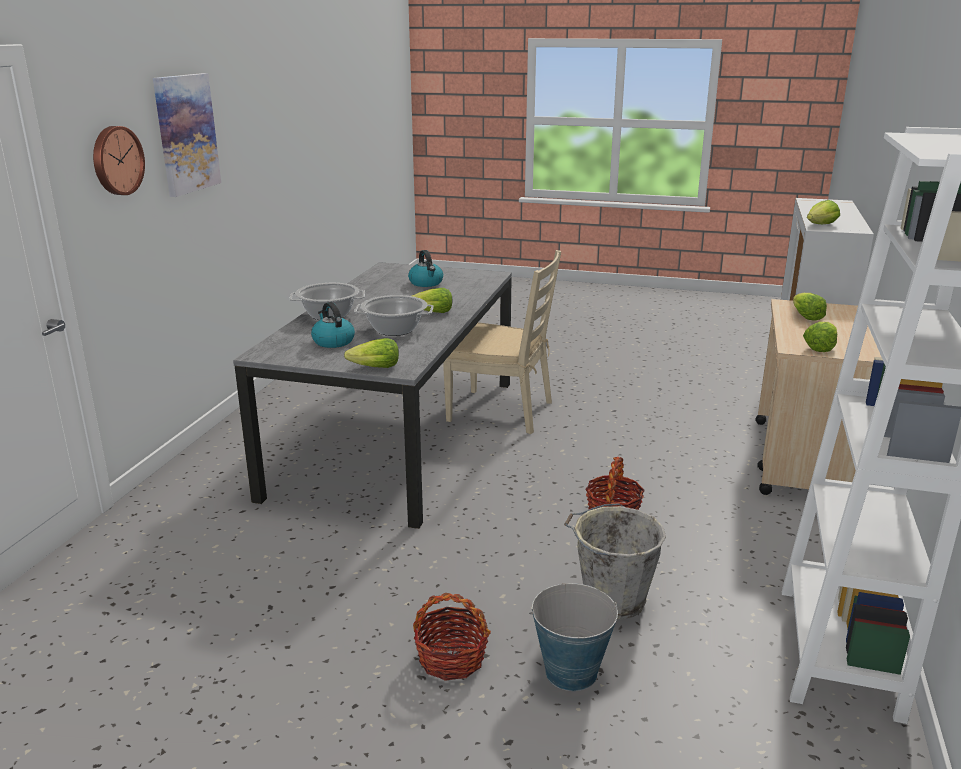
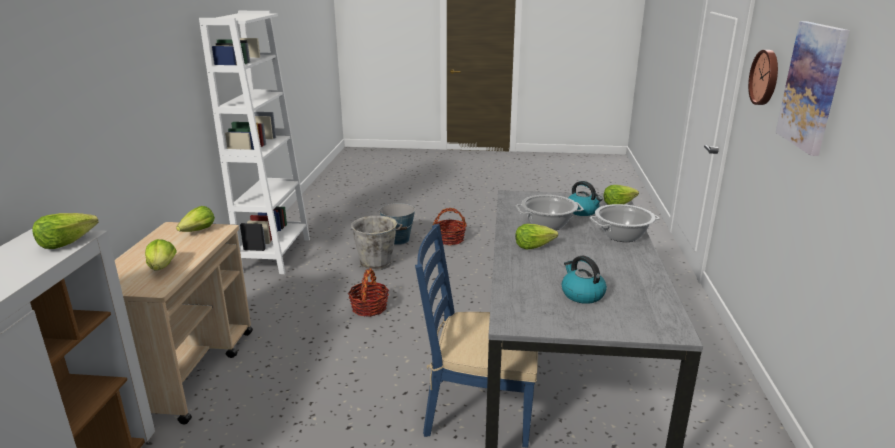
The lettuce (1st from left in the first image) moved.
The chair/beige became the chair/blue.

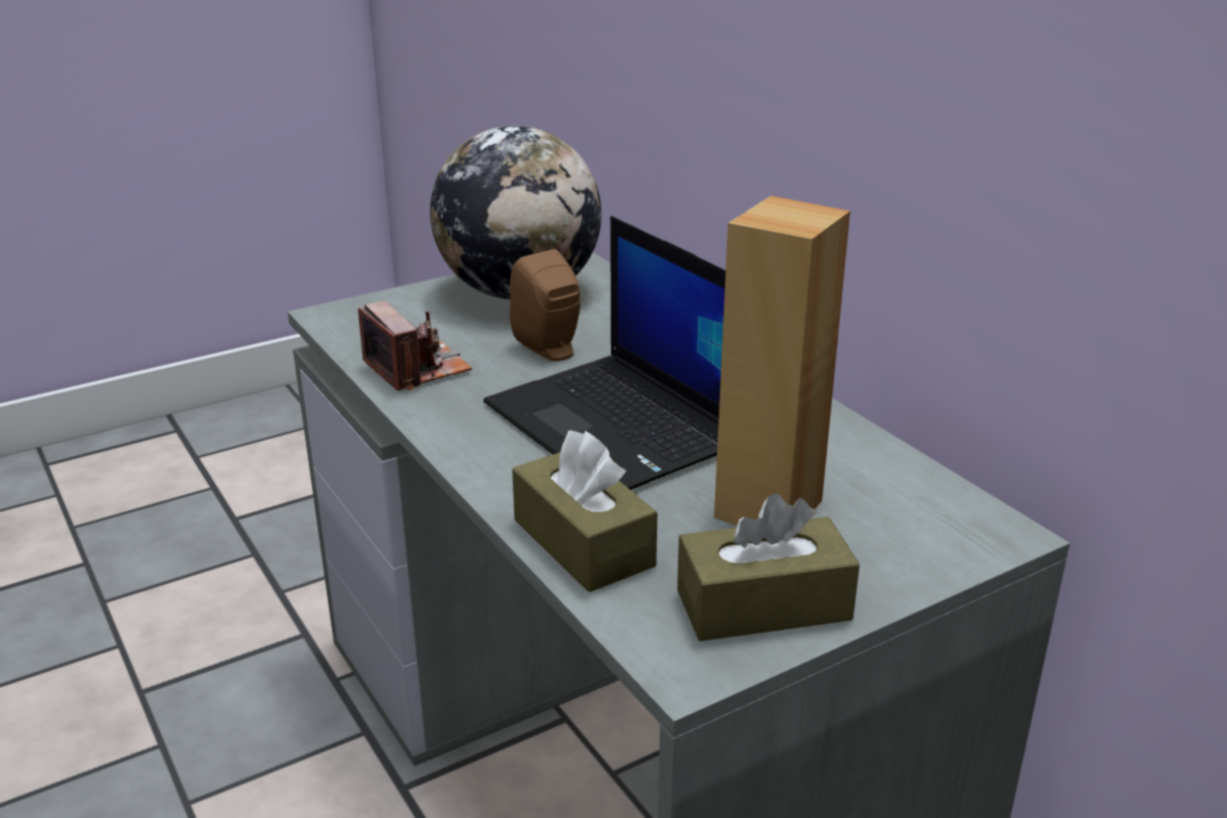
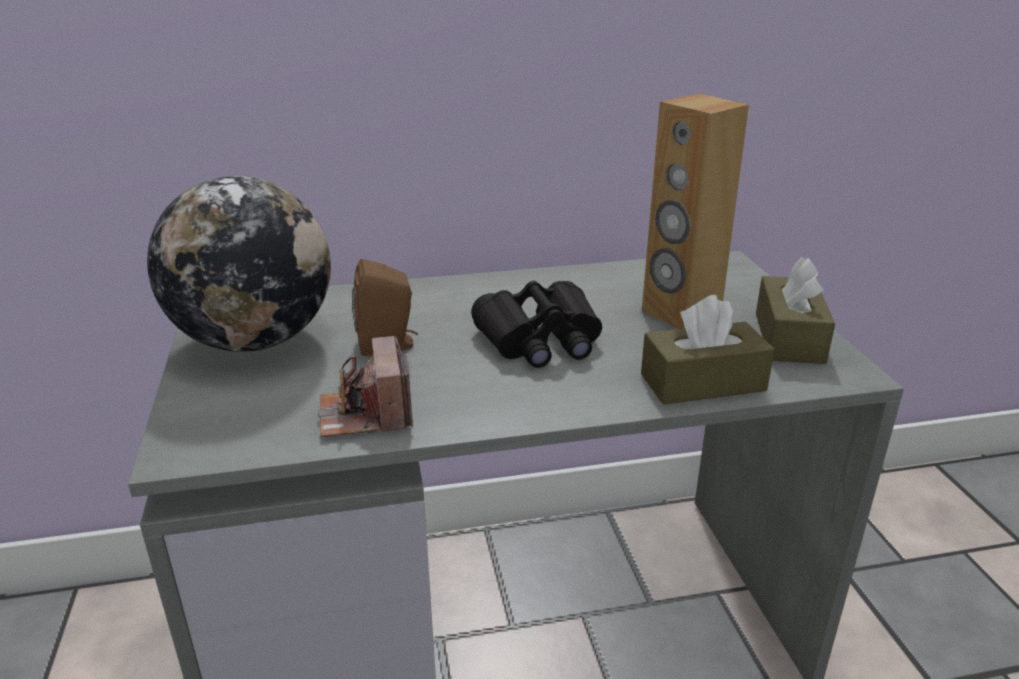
The laptop was replaced by the binoculars/black.
The photo camera turned 90 degrees counterclockwise.

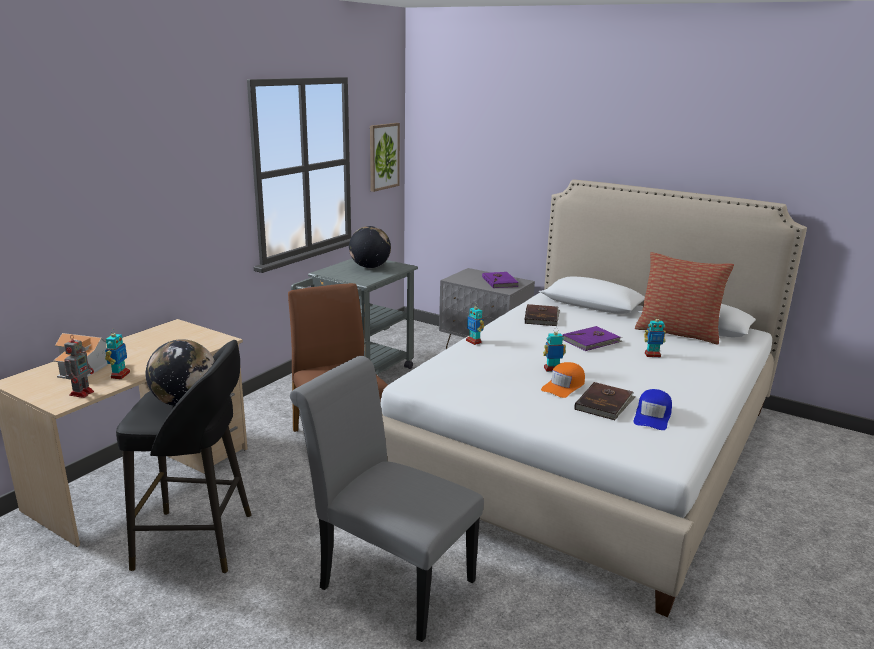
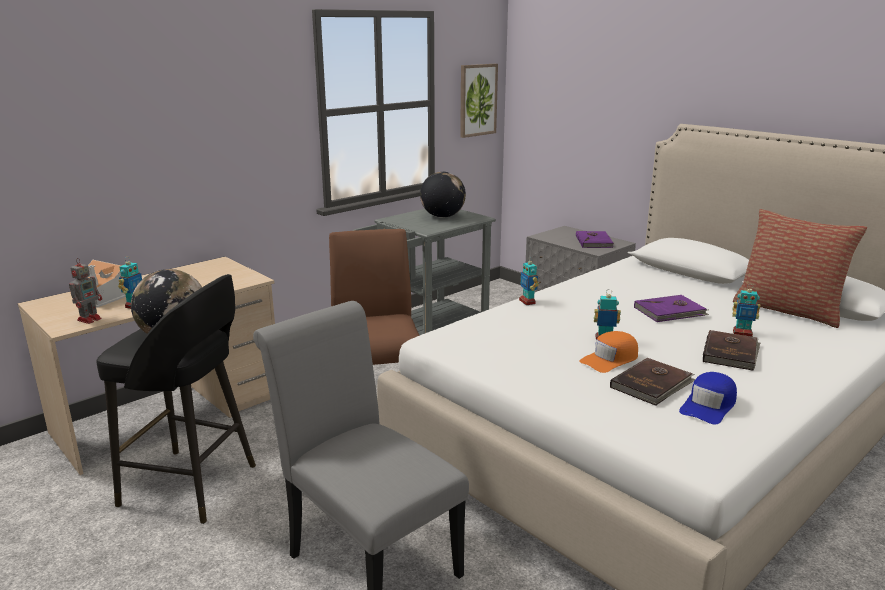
The book/brown (1st from left in the first image) moved.

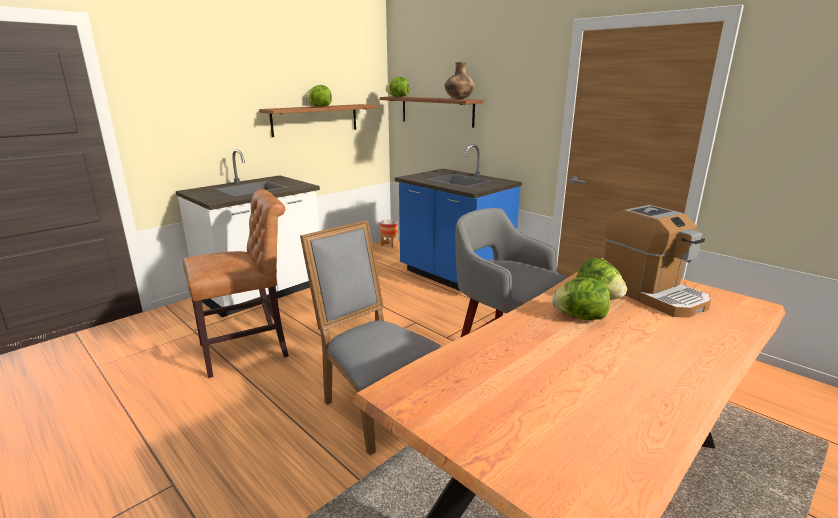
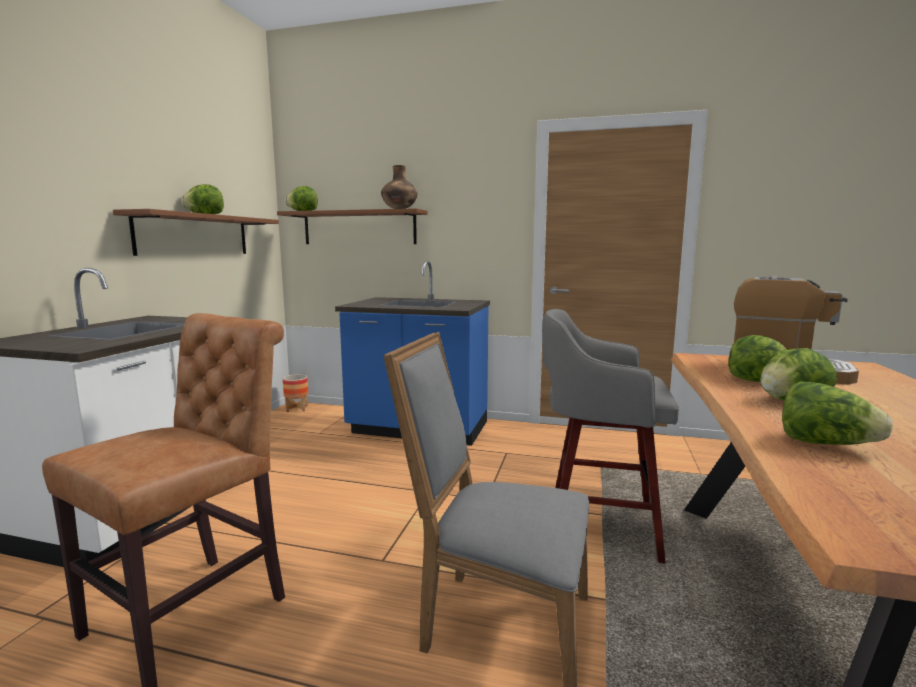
The lettuce (5th from left) appeared.

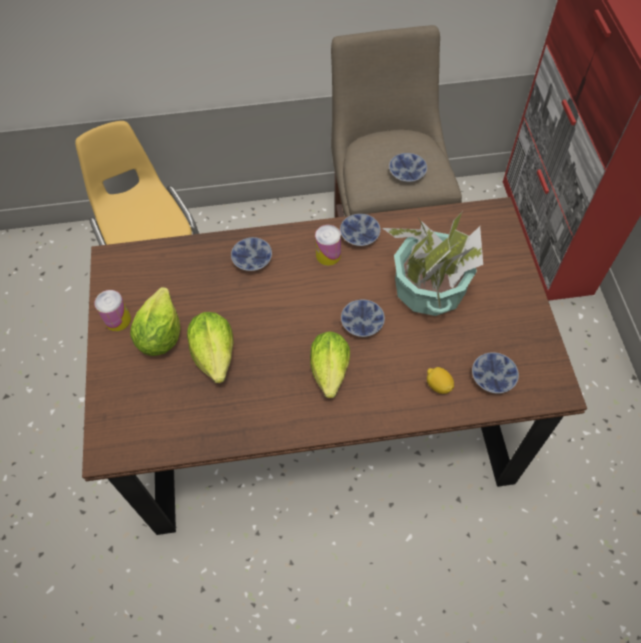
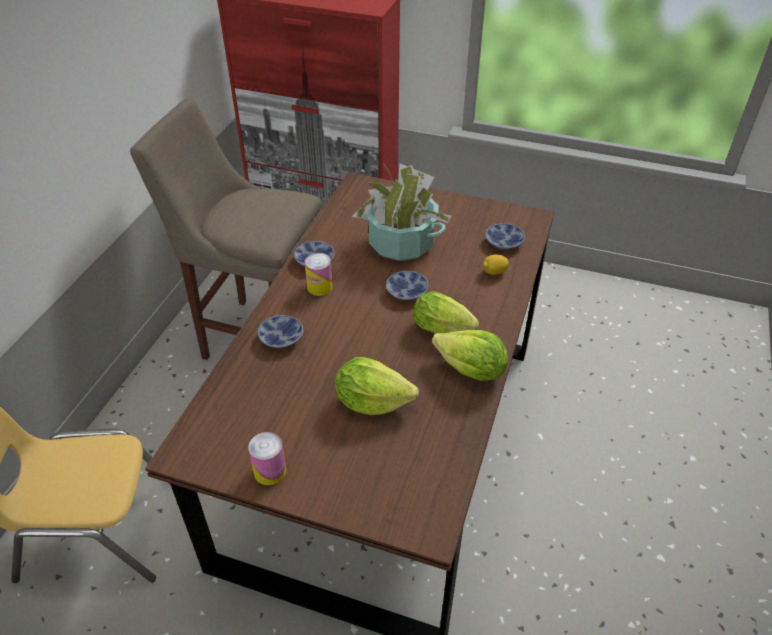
The bowl (4th from left) disappeared.
The lettuce (1st from left in the first image) moved.

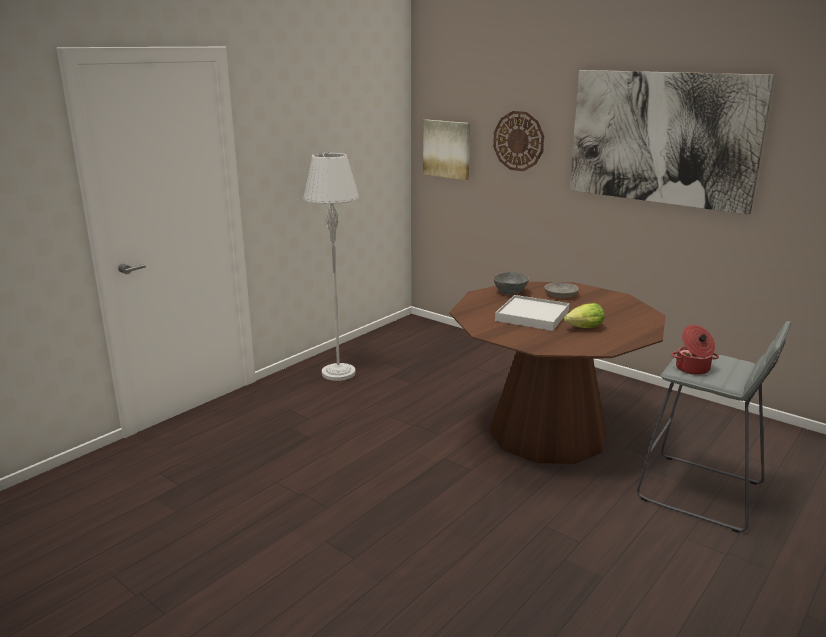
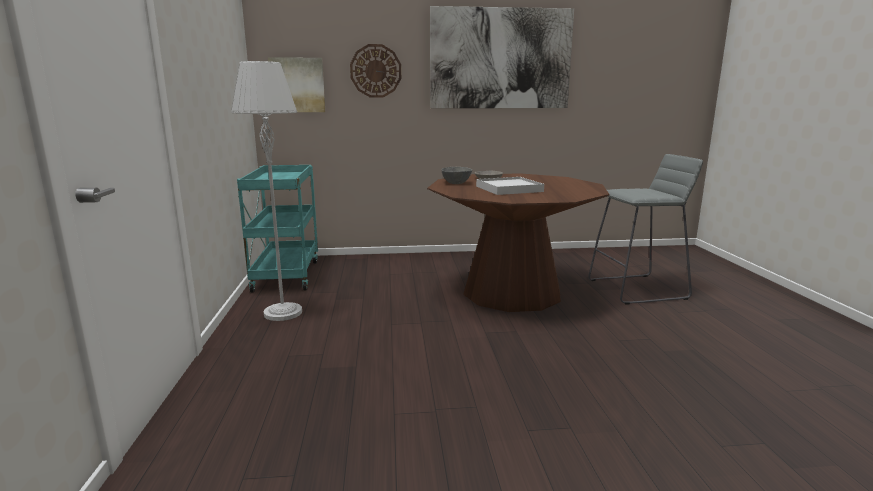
The lettuce disappeared.
The cooking pot disappeared.
The cart/turquoise appeared.

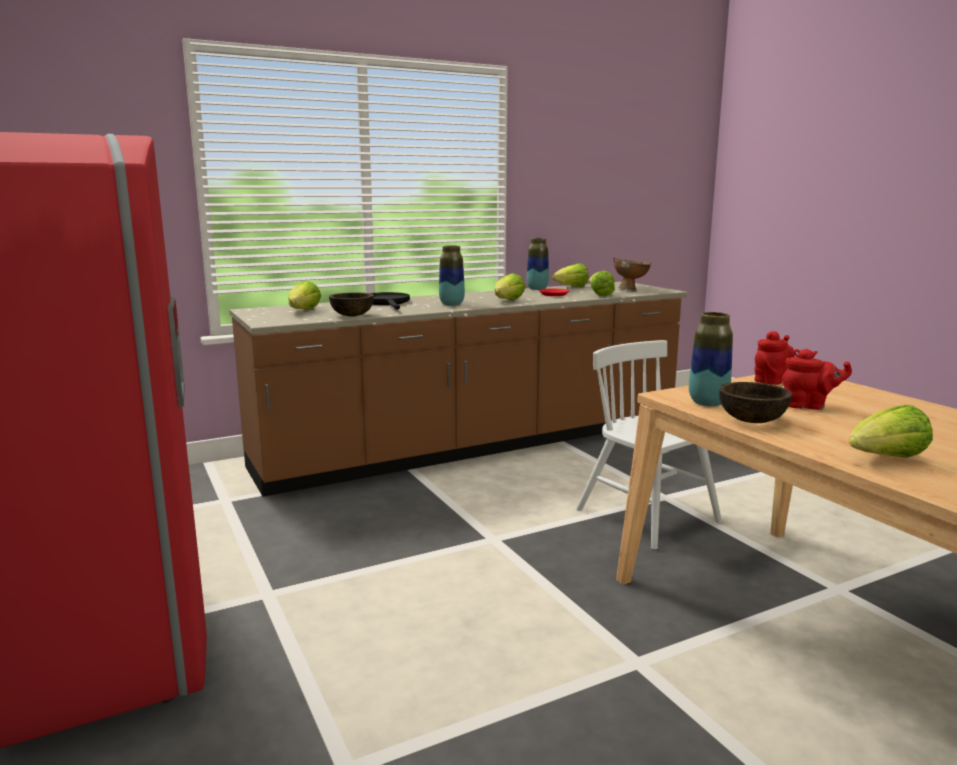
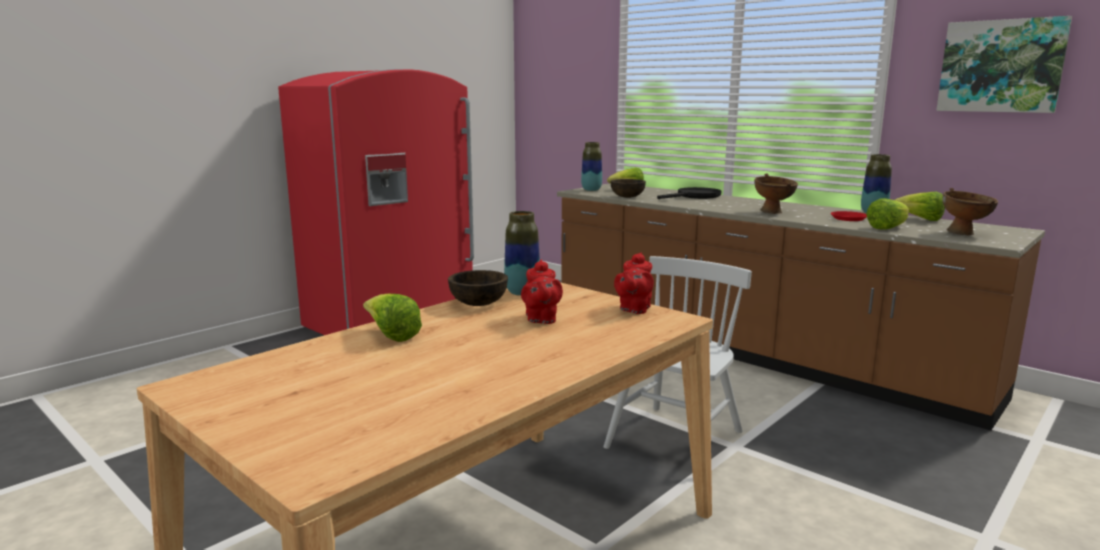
The picture appeared.
The vase (1st from left in the first image) moved.
The lettuce (2nd from left) was replaced by the bowl/brown (3rd from left).
The teapot/red (1st from left in the first image) turned 90 degrees clockwise.

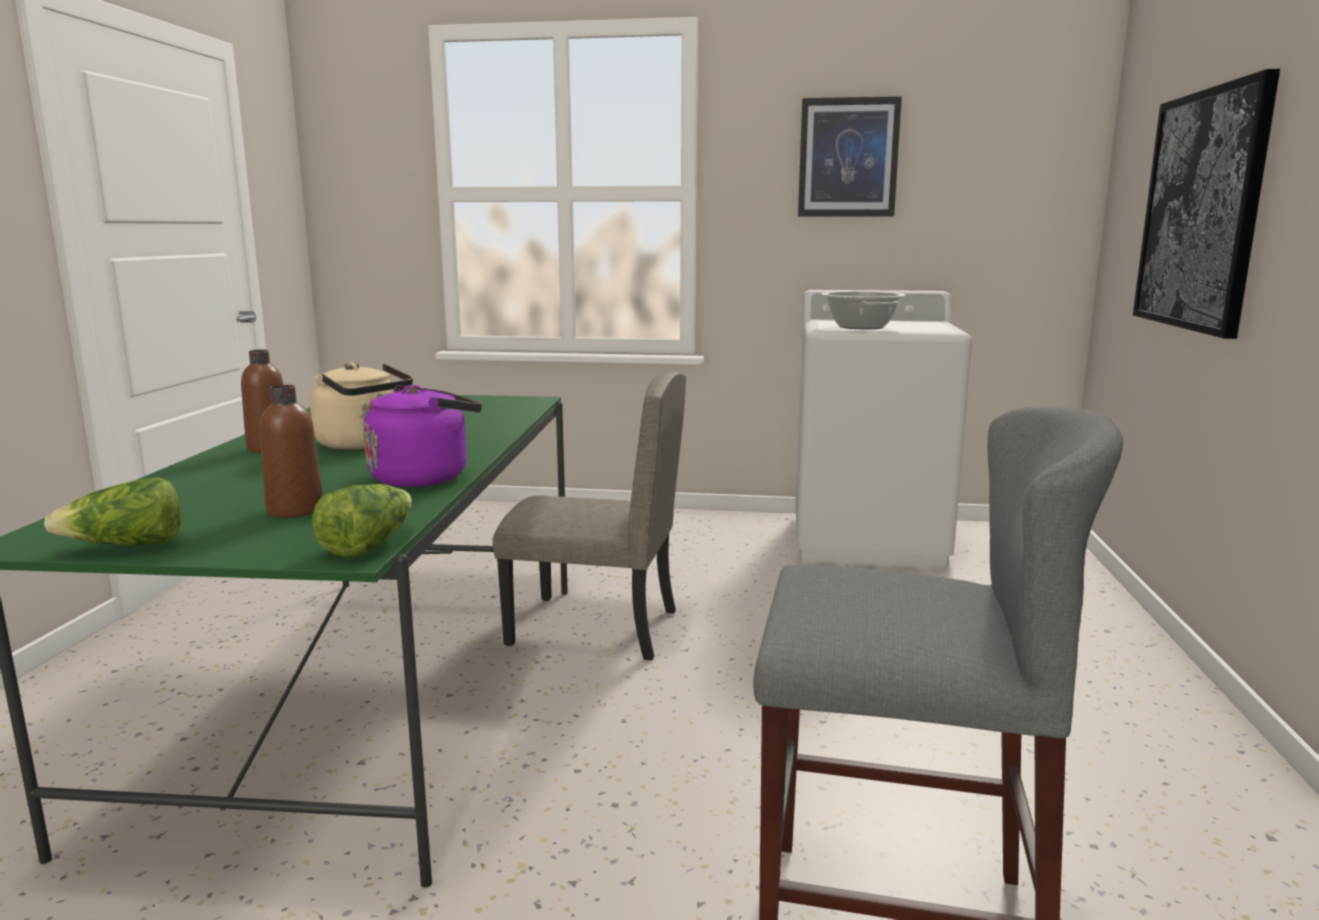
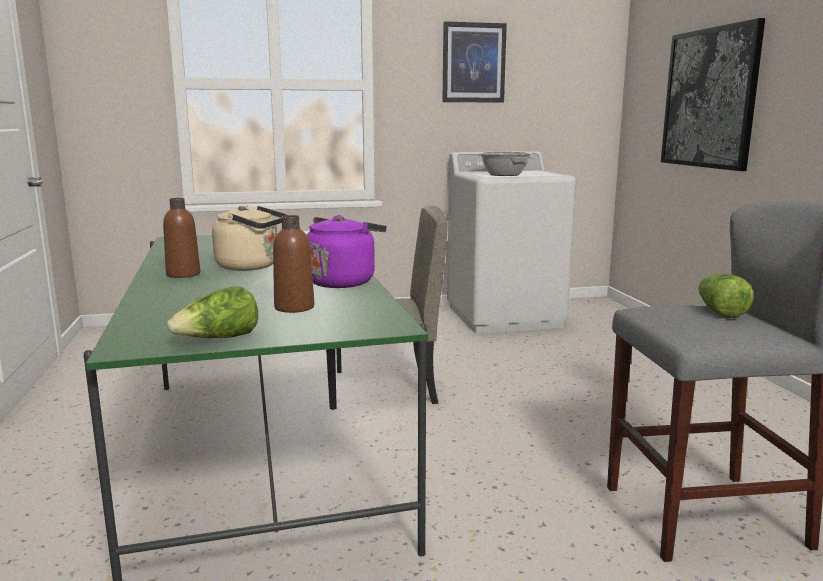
The lettuce (2nd from left) moved.

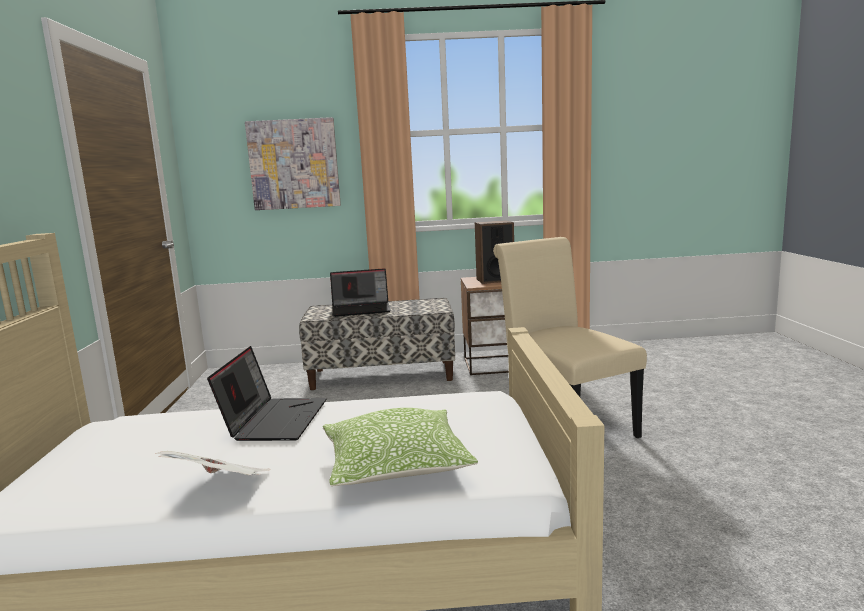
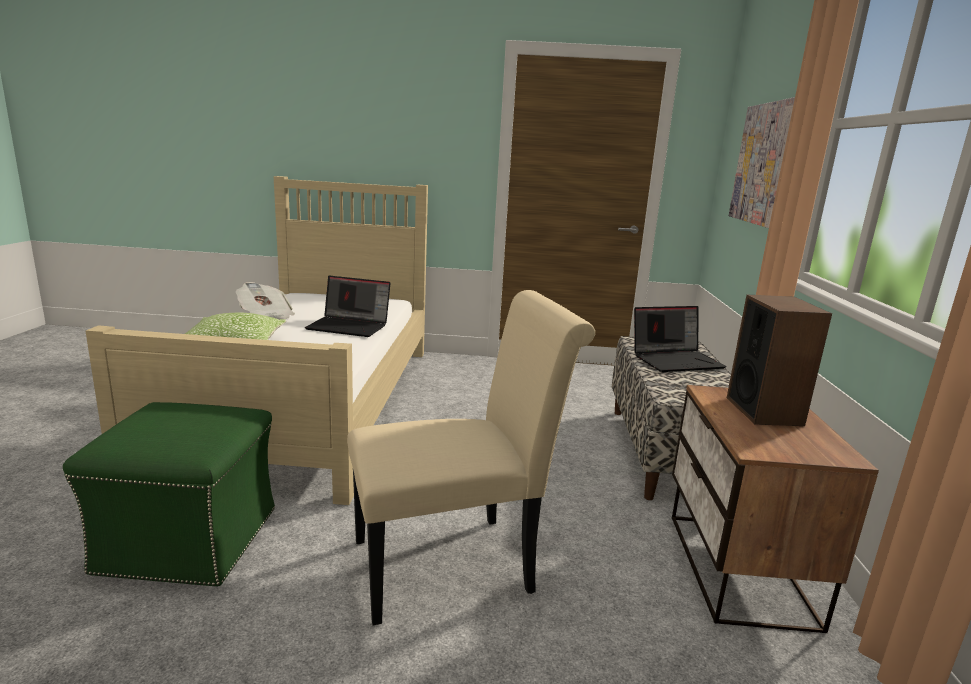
The ottoman/green appeared.
The laptop (2nd from left) turned 105 degrees counterclockwise.

